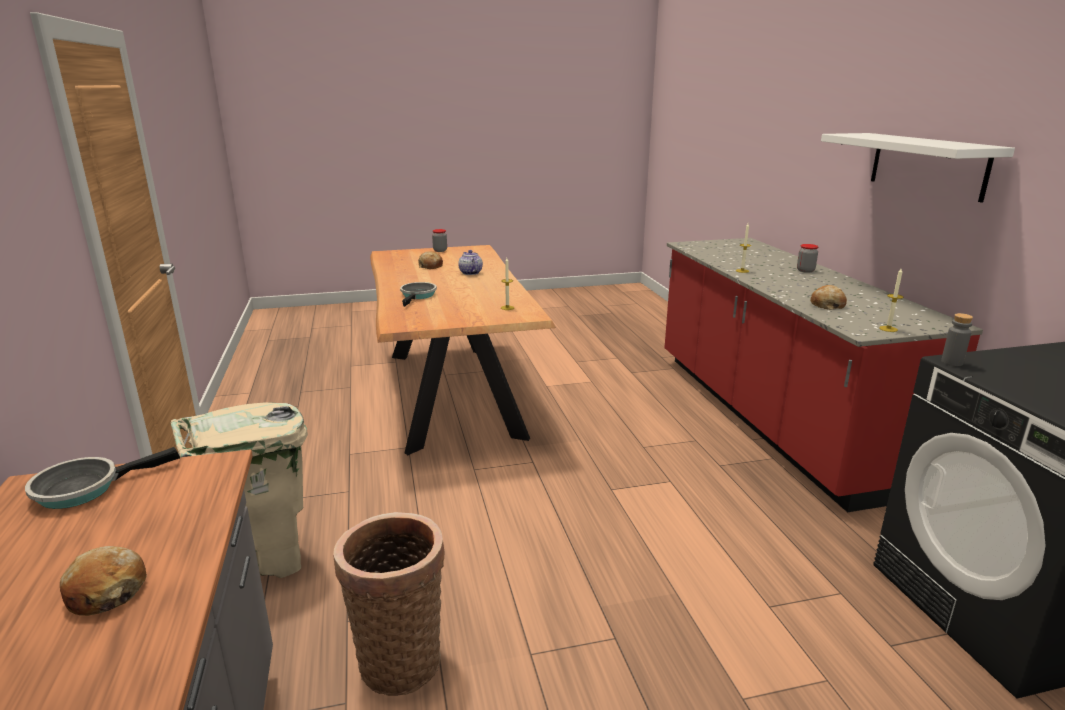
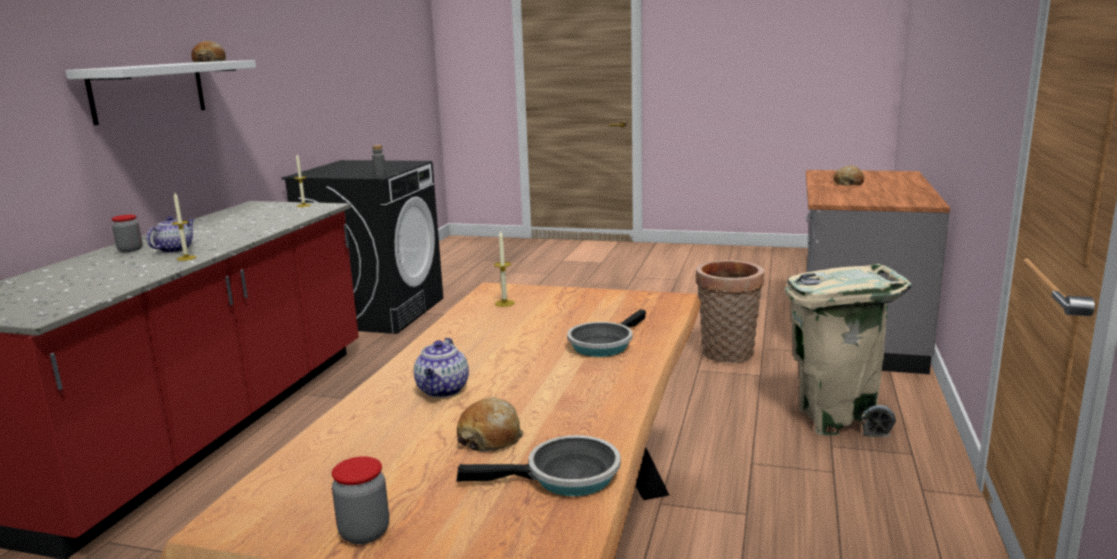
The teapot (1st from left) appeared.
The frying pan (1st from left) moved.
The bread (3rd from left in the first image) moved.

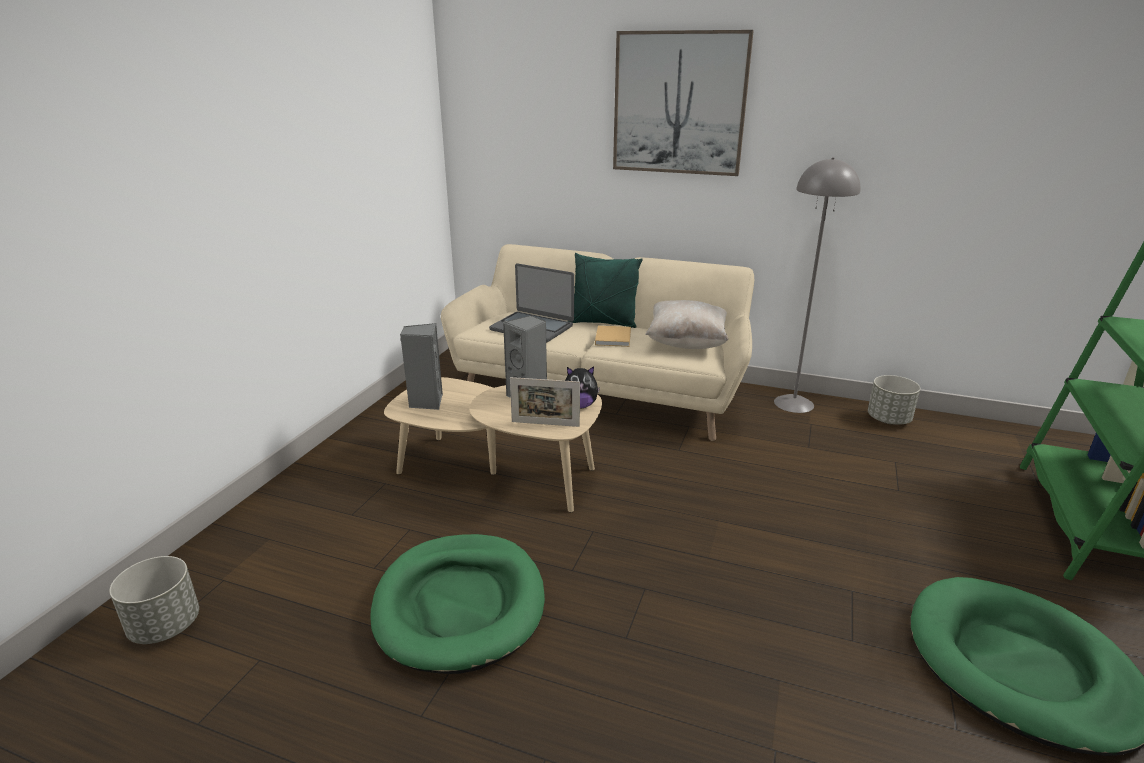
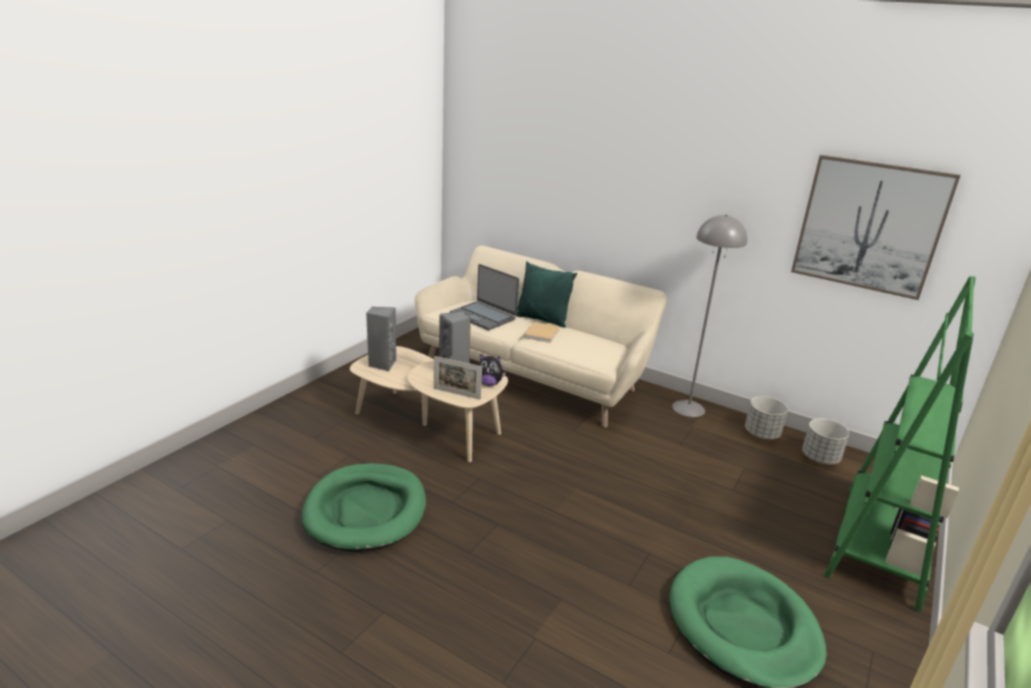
The pillow/beige disappeared.
The planter/grey (1st from left in the first image) moved.
The picture moved.

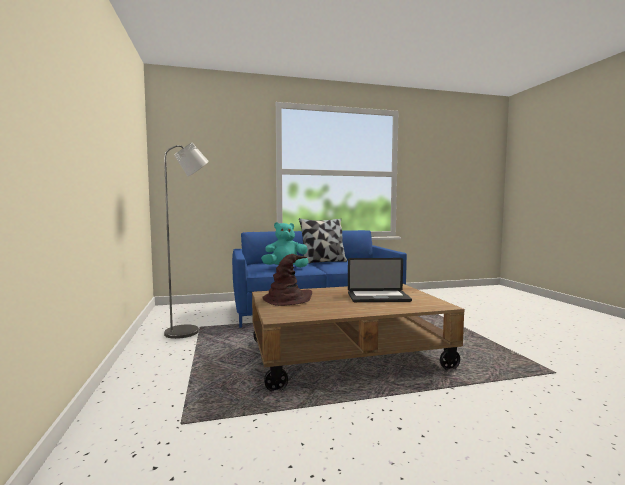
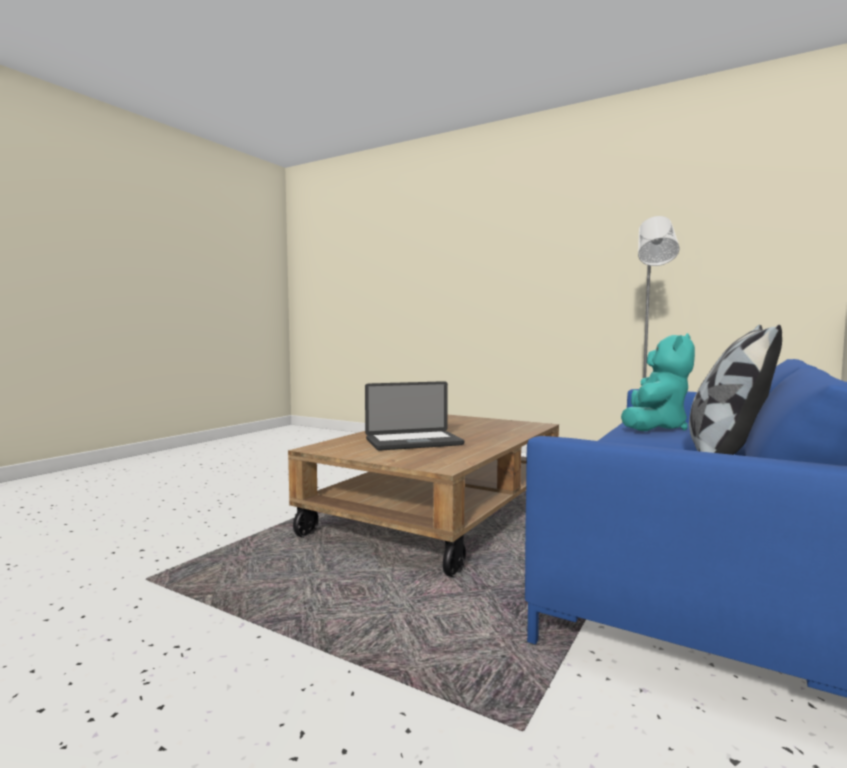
The hat/brown disappeared.
The laptop turned 150 degrees counterclockwise.

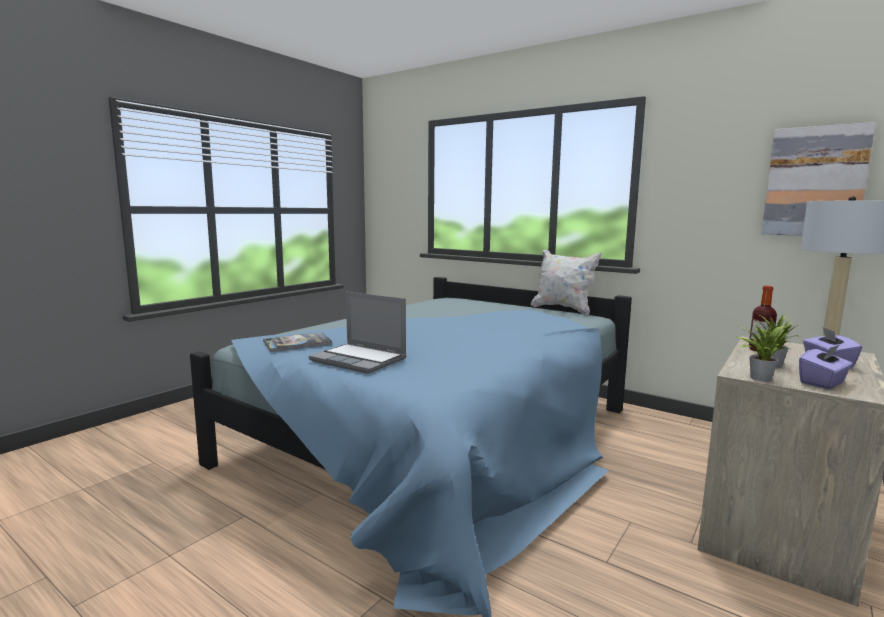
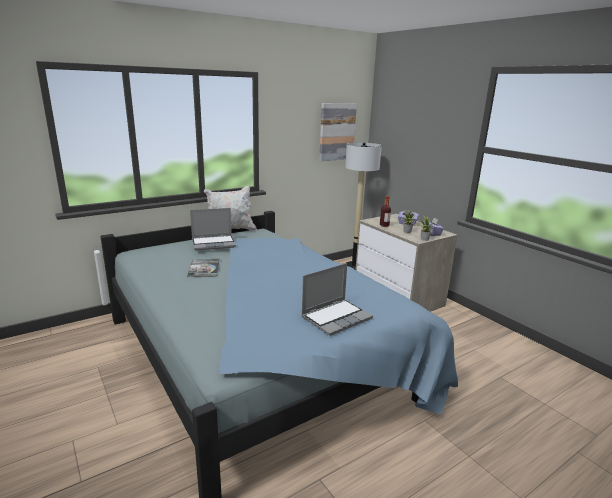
The laptop (1st from left) appeared.
The book moved.

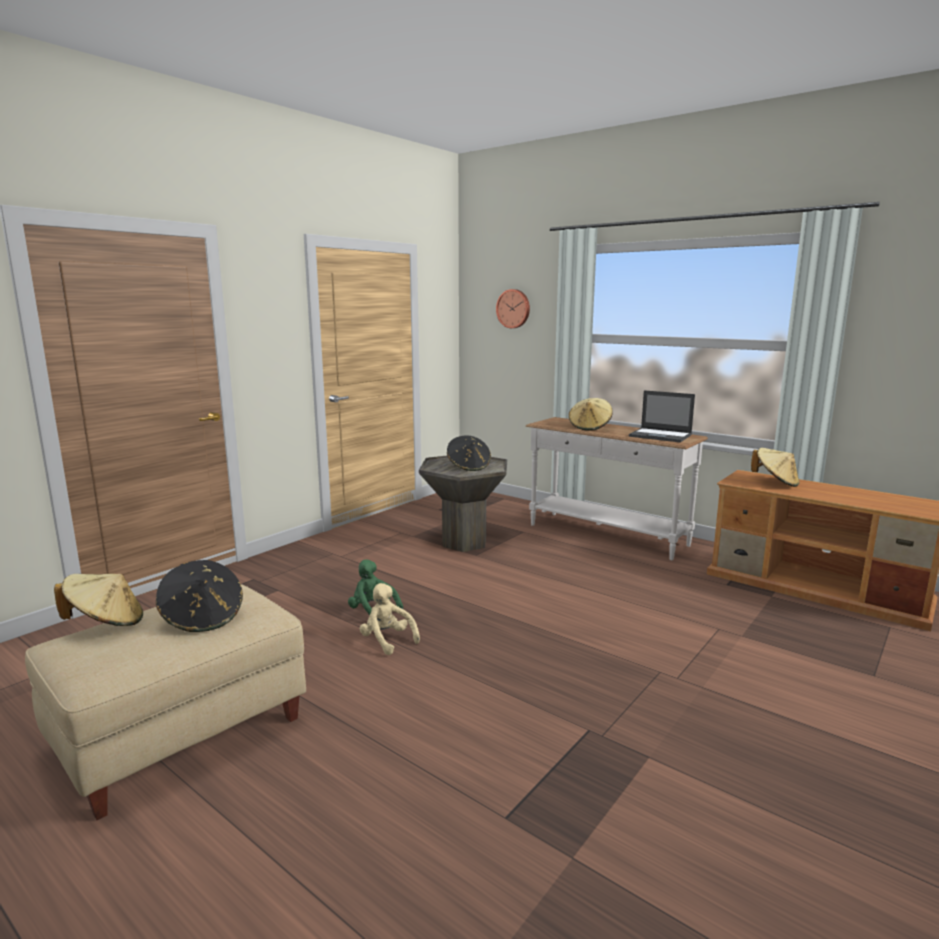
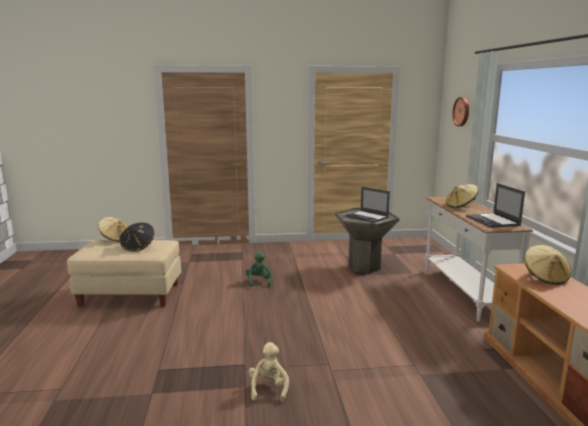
The plush toy/beige moved.
The hat/black (2nd from left) was replaced by the laptop (1st from left).

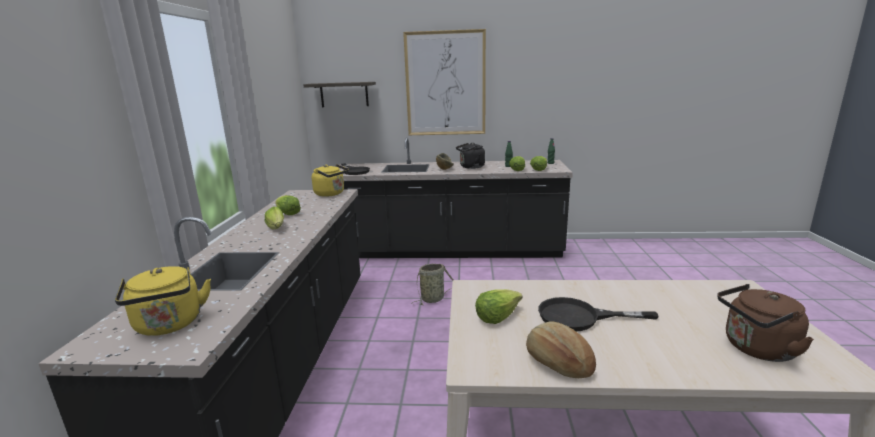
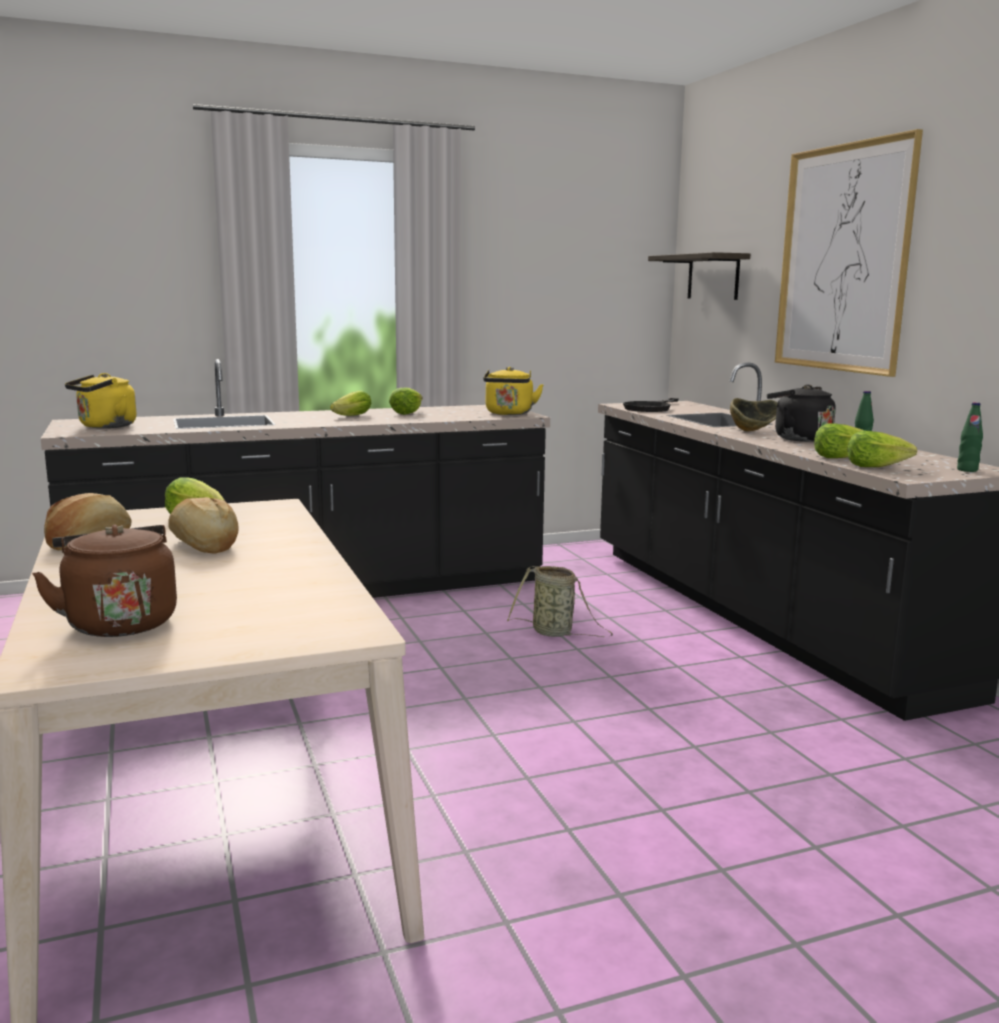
The frying pan/black (2nd from left) was replaced by the bread (2nd from left).

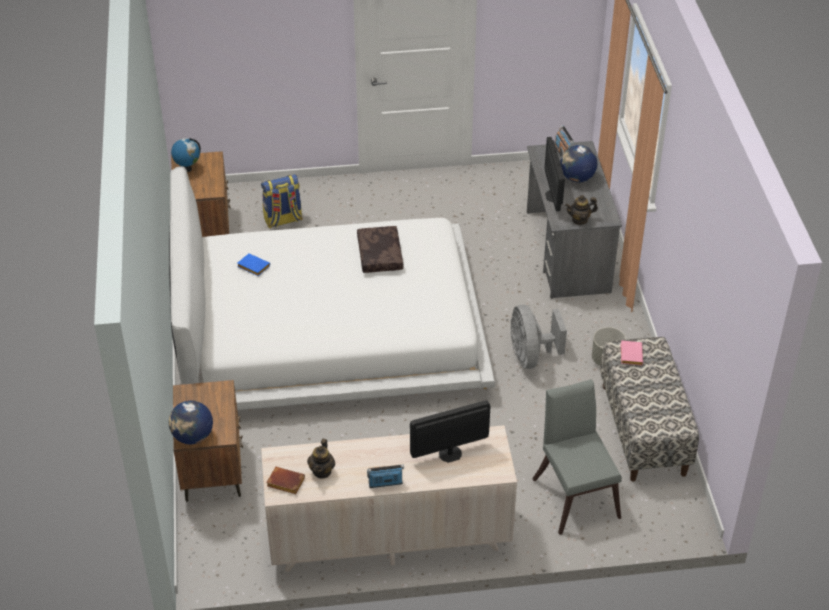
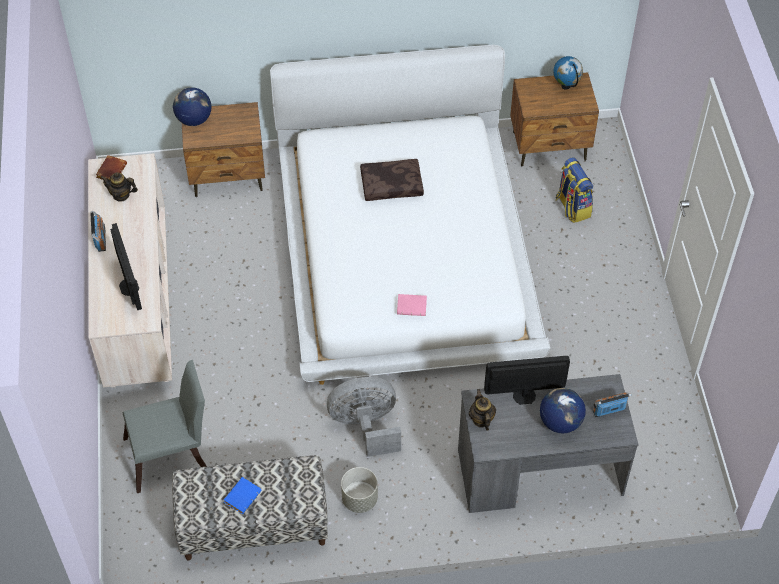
The book/blue moved.
The pillow/brown moved.
The book/pink moved.

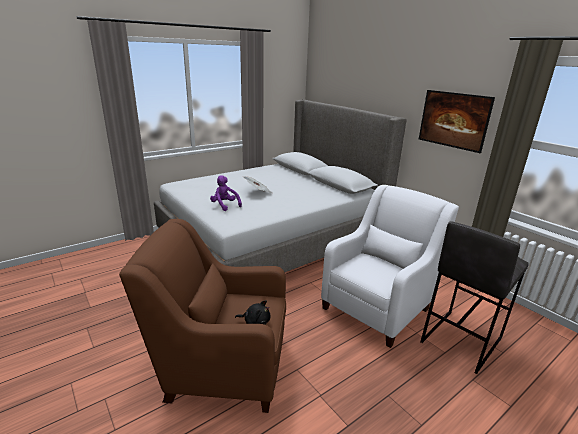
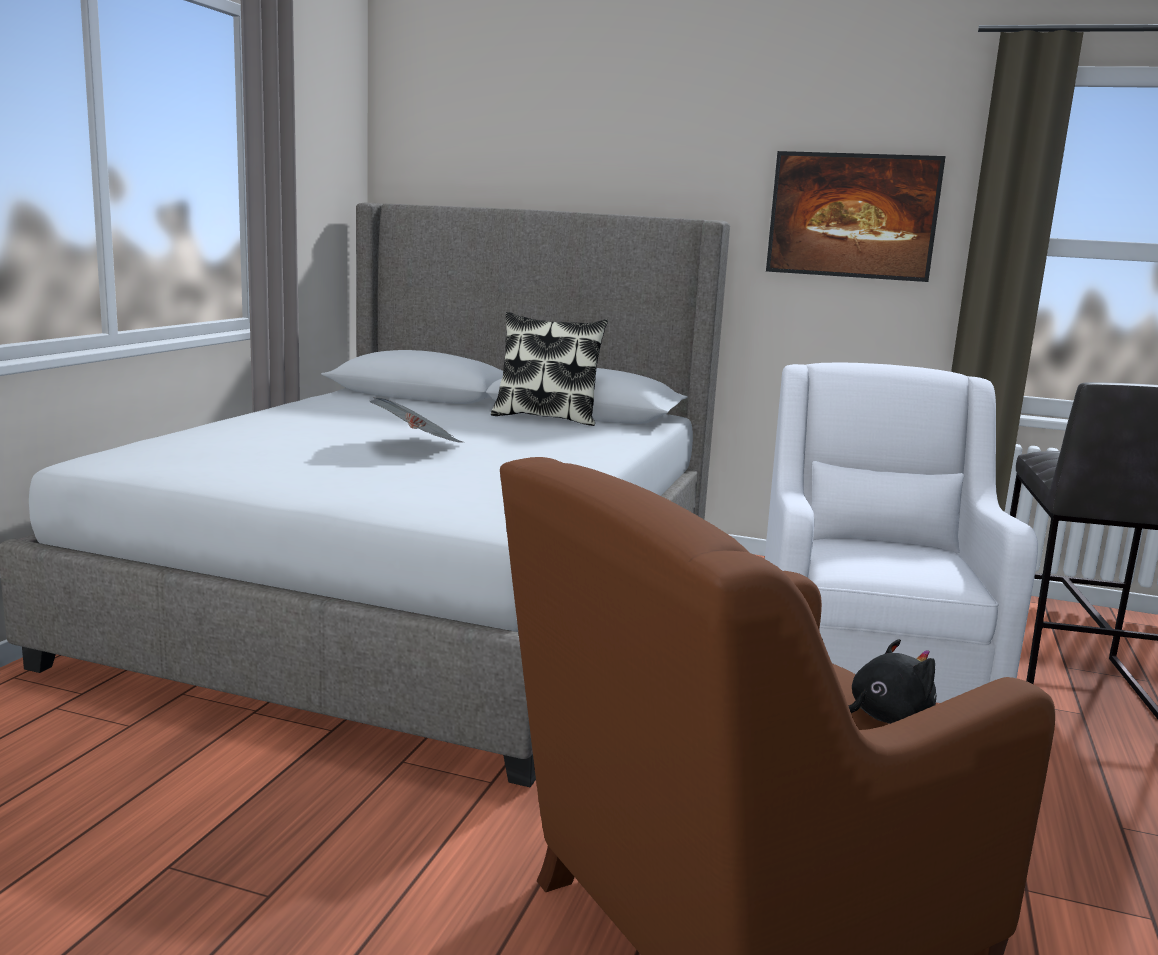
The plush toy/purple disappeared.
The pillow appeared.

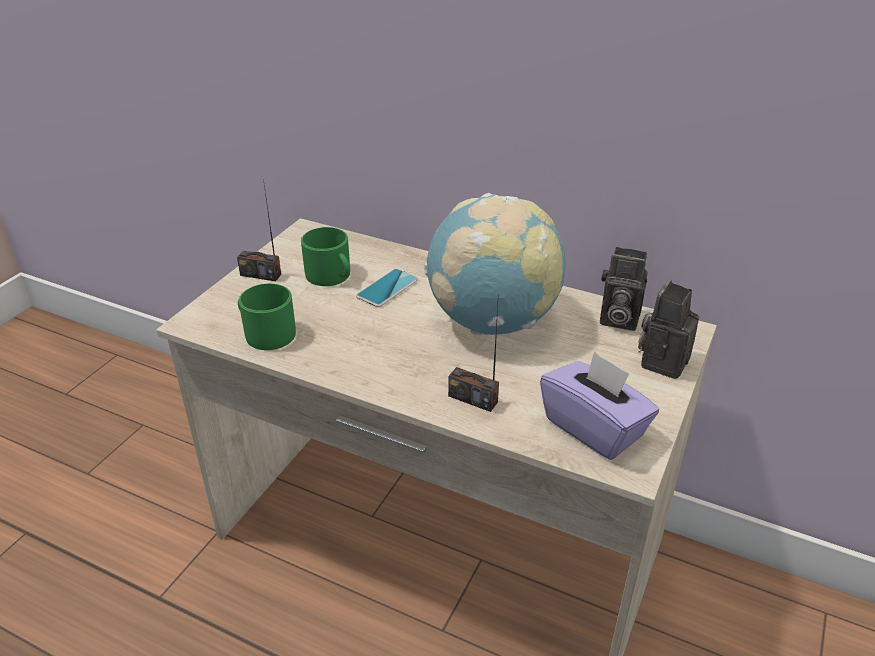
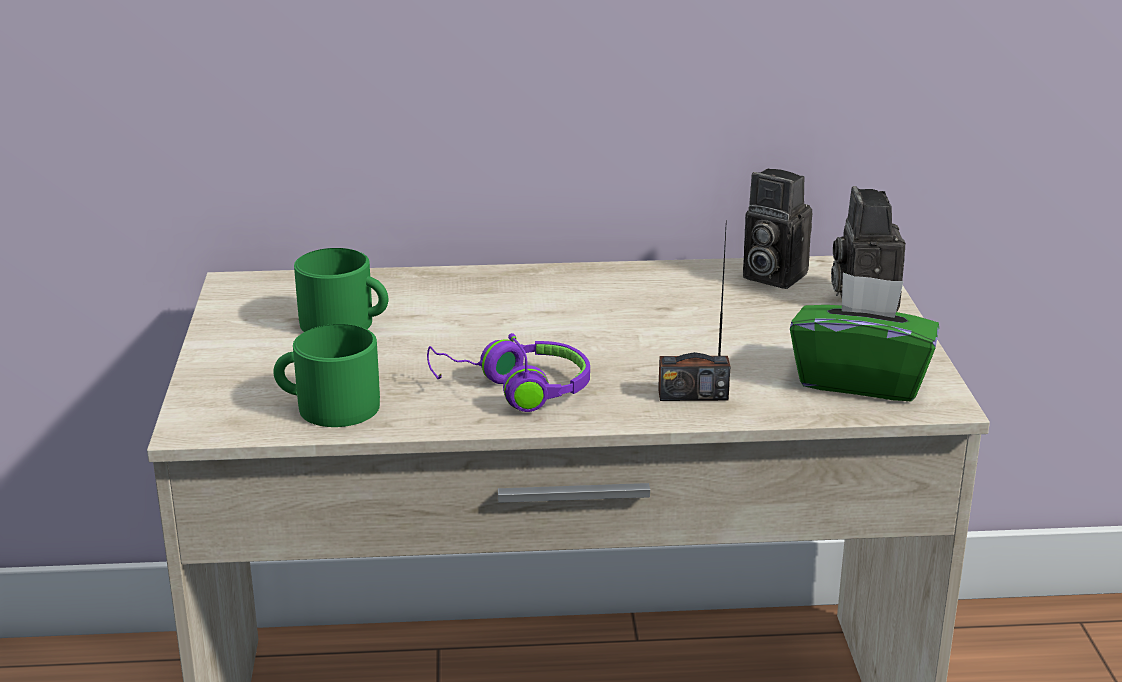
The radio (1st from left) disappeared.
The phone disappeared.
The globe disappeared.
The headphones/purple appeared.
The tissue box/purple became the tissue box/green.
The photo camera (1st from left) turned 45 degrees clockwise.

